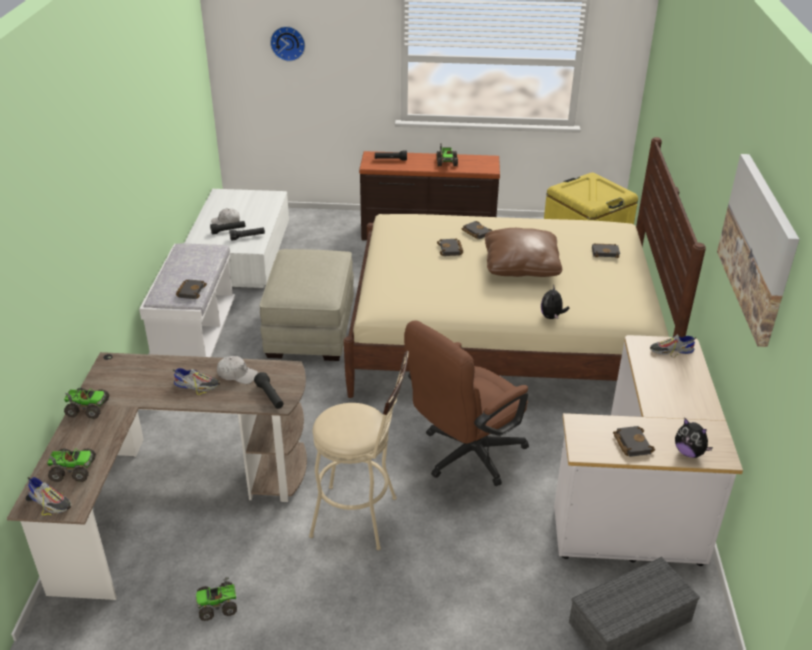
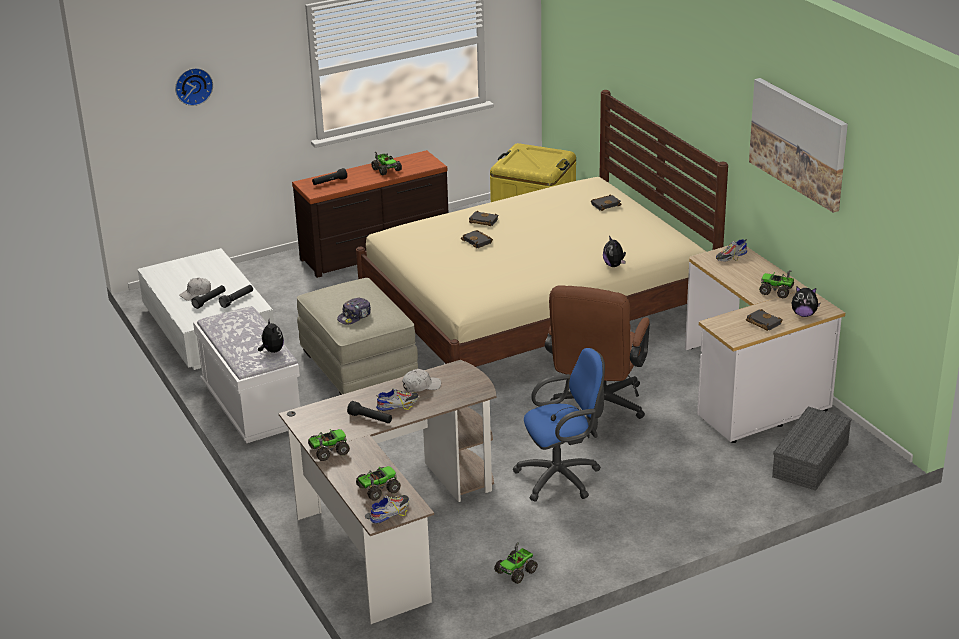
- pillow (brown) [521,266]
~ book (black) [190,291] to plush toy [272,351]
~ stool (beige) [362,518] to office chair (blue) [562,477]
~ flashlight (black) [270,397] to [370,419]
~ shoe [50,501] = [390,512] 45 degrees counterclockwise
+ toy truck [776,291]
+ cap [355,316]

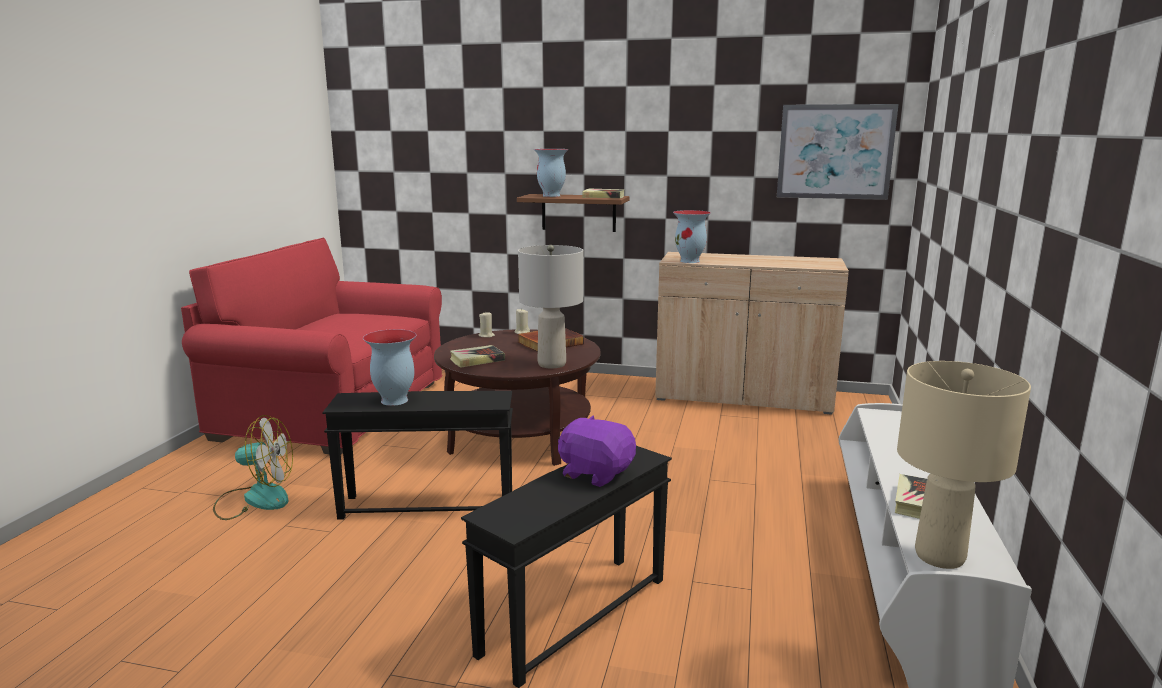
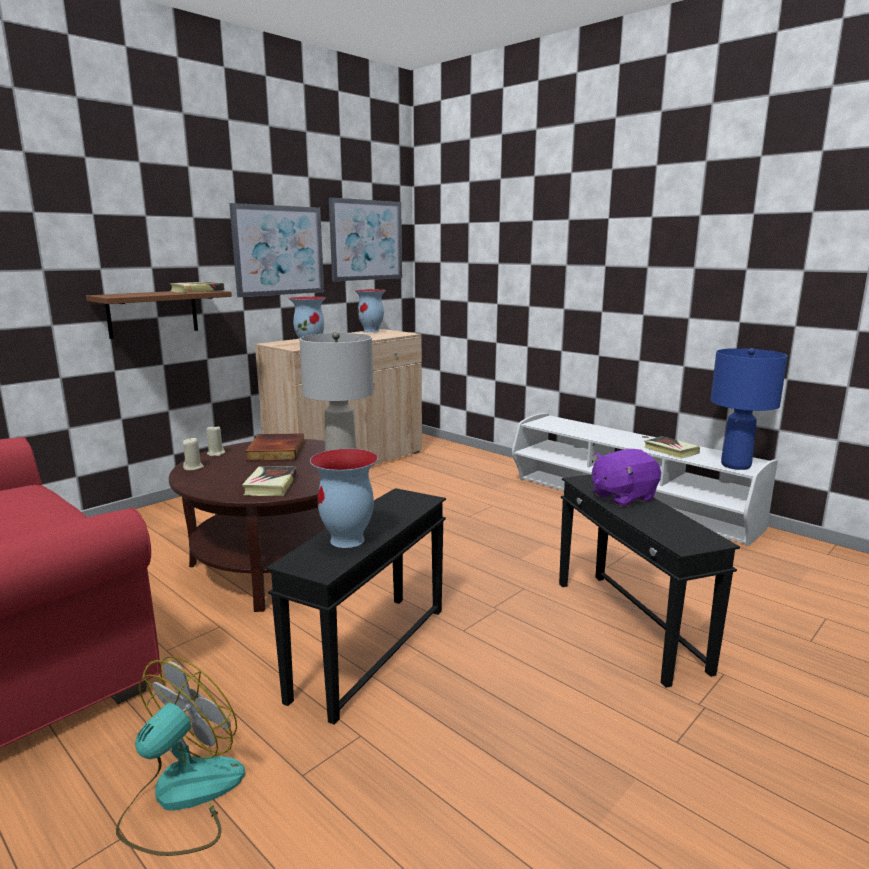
~ vase [551,196] to [372,331]
~ table lamp (beige) [938,556] to table lamp (blue) [735,465]
+ picture [279,250]

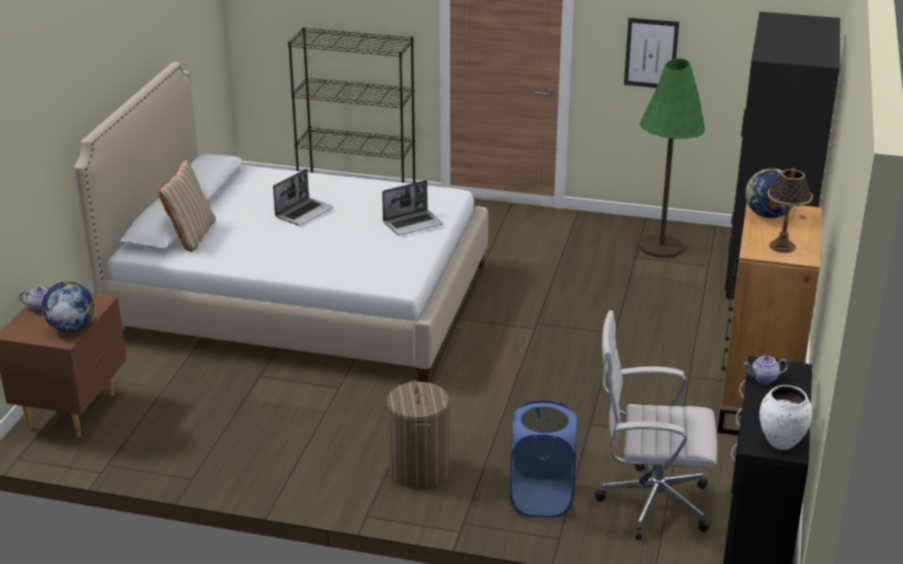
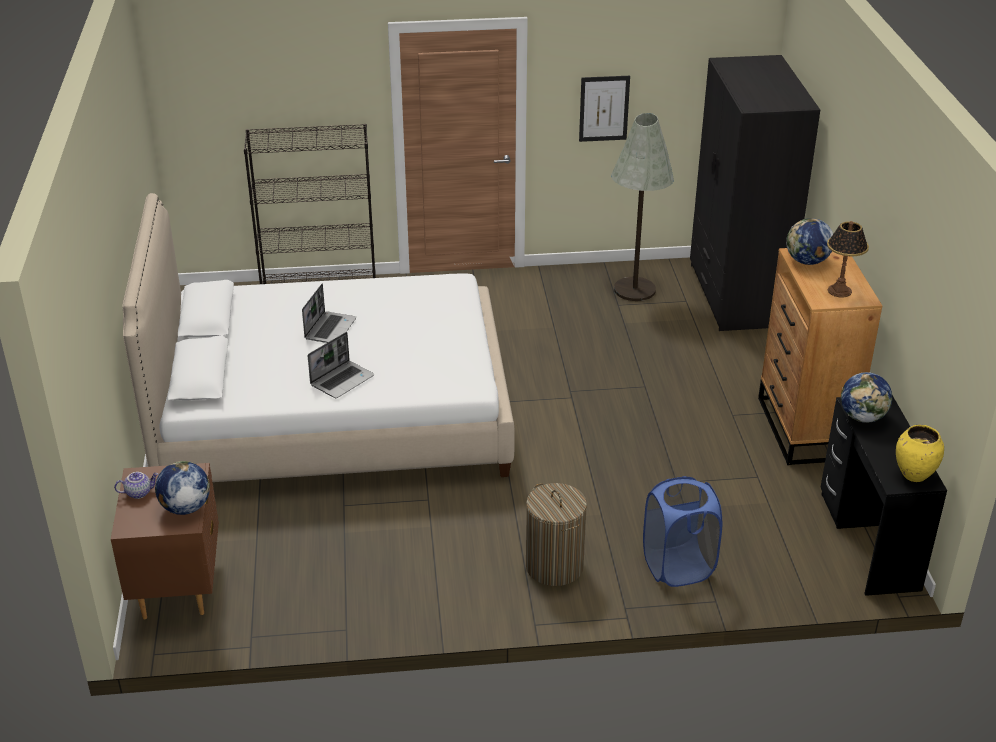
~ floor lamp (green) [661,247] to floor lamp (grey) [634,290]
- pillow (beige) [191,235]
~ laptop [413,223] to [342,380]
- office chair (white) [649,503]
~ teapot [764,379] to globe [863,417]
~ vase (white) [780,442] to vase (yellow) [913,475]

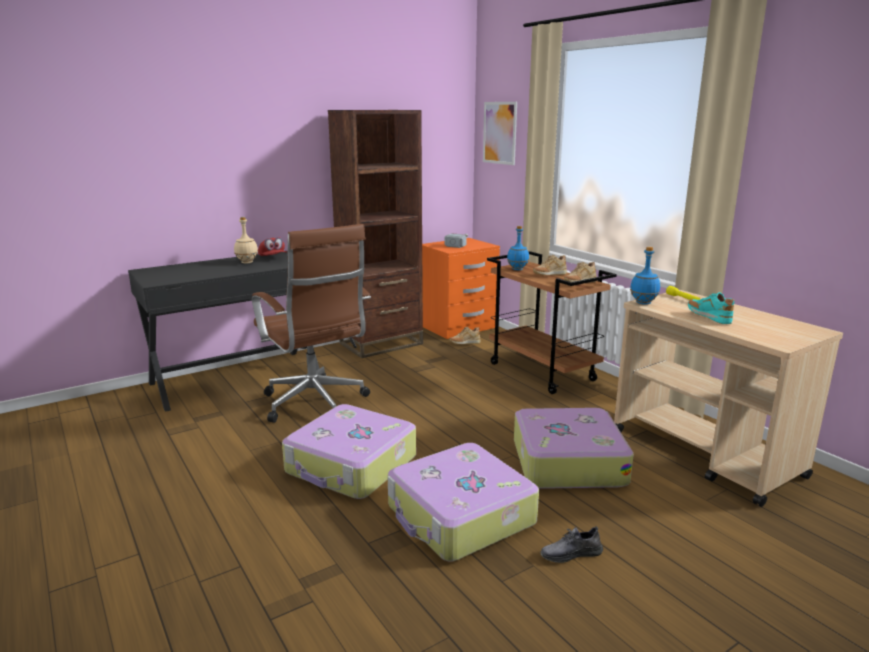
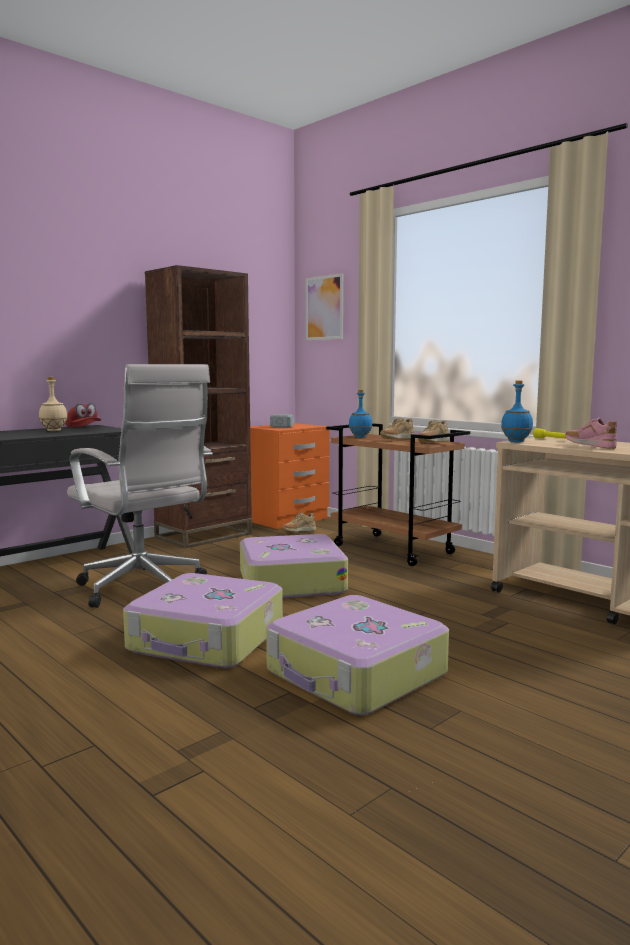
~ office chair (brown) [316,404] to office chair (white) [144,589]
~ shoe (turquoise) [708,317] to shoe (pink) [590,446]
~ suitcase [566,461] to [290,582]
- shoe (grey) [571,553]

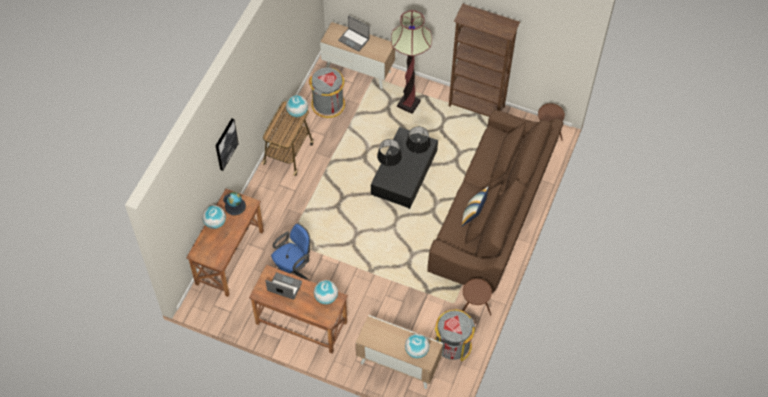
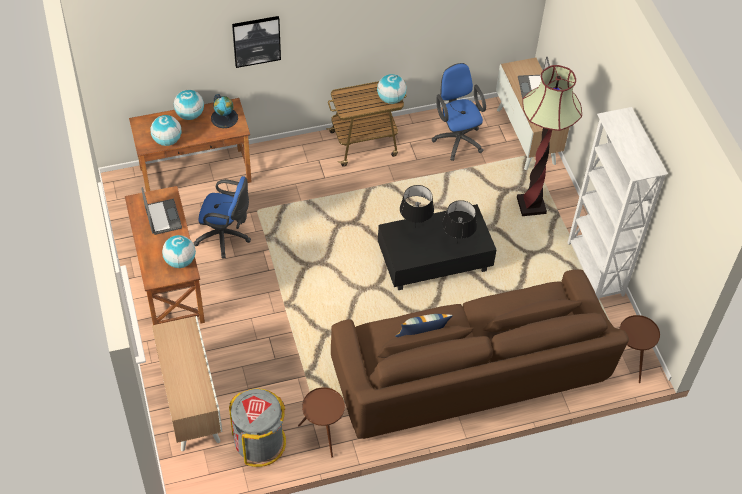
~ bookcase (brown) [476,107] to bookcase (white) [594,270]
~ trash can (grey) [328,104] to office chair (blue) [457,138]
~ globe [416,351] to [167,140]

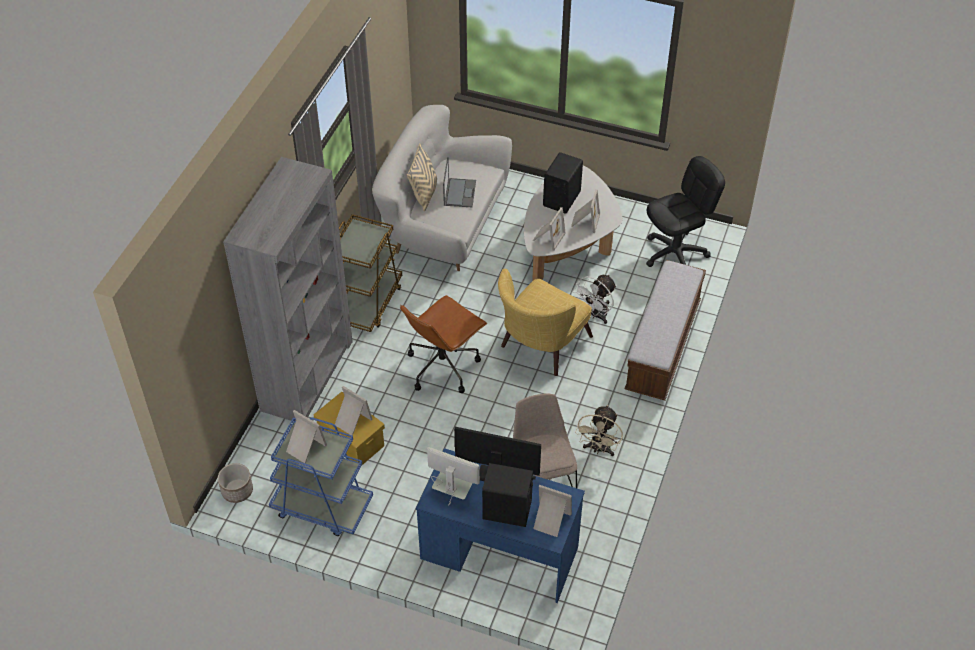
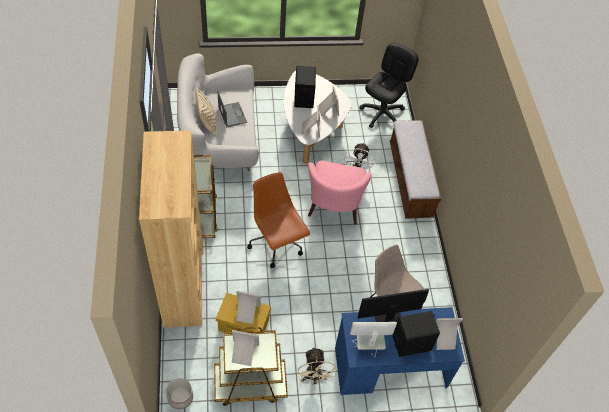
~ bookcase (grey) [307,375] to bookcase (brown) [184,286]
~ armchair (yellow) [540,347] to armchair (pink) [334,208]
~ office chair (brown) [443,366] = [277,244] 135 degrees clockwise
~ fan (beige) [599,449] to [313,377]
~ cart (blue) [322,506] to cart (brown) [250,384]

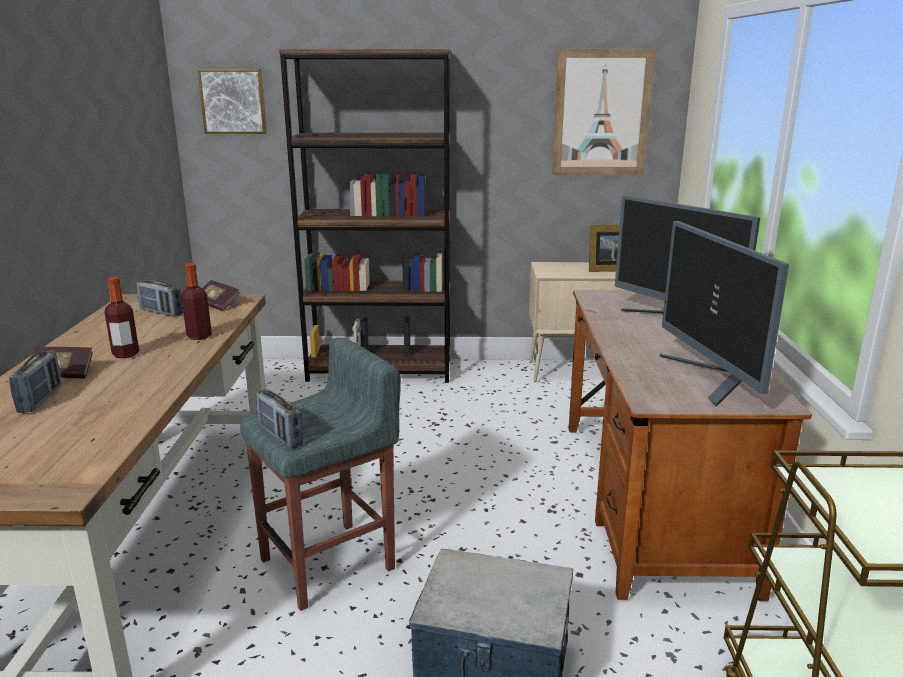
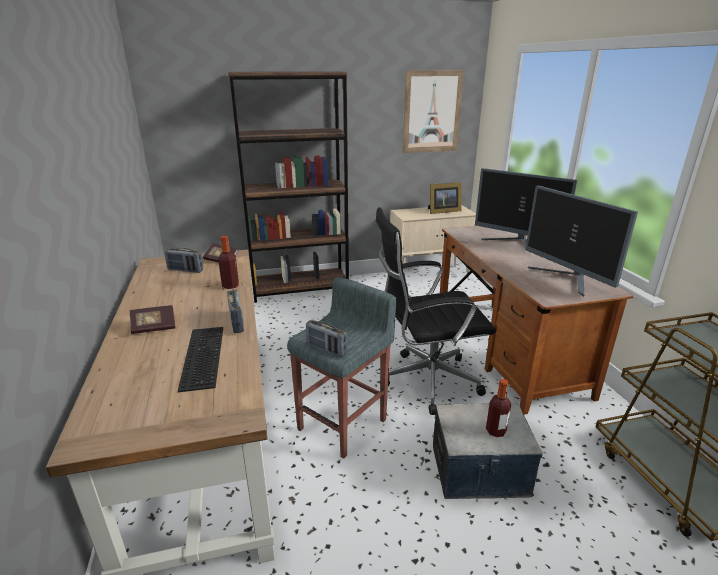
- picture [233,101]
~ bottle [125,354] to [495,431]
~ radio [40,399] to [237,322]
+ office chair (black) [425,381]
+ keyboard [200,356]

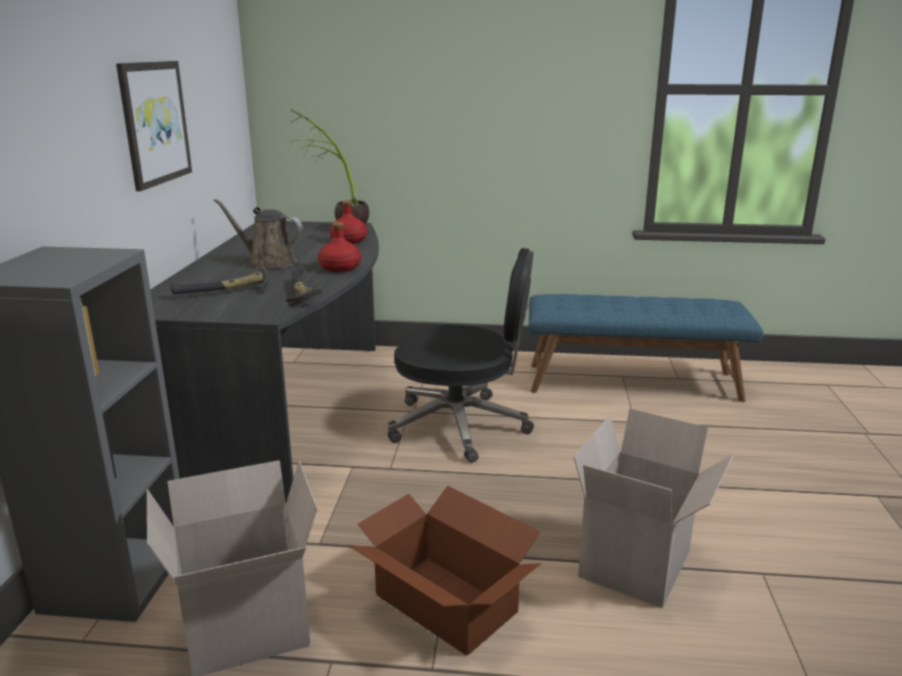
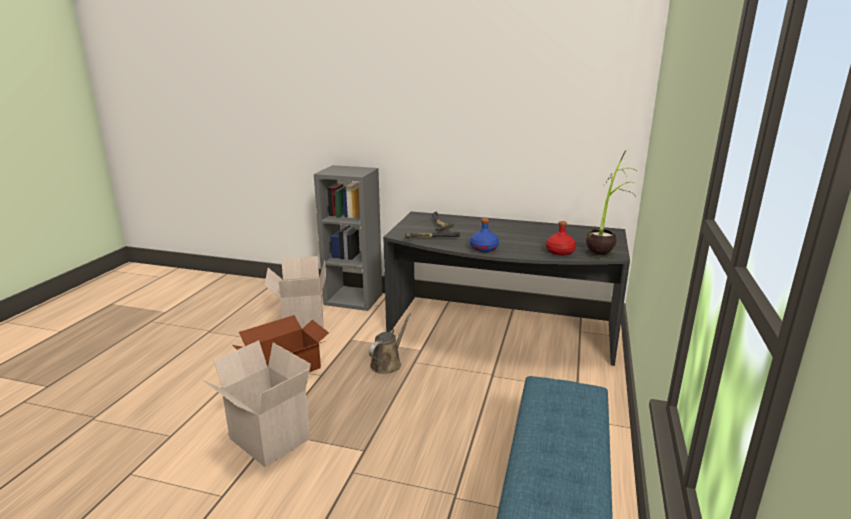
- picture [154,123]
~ watering can (brown) [269,262] to [388,363]
~ bottle (red) [339,268] to bottle (blue) [484,248]
- office chair (black) [461,426]

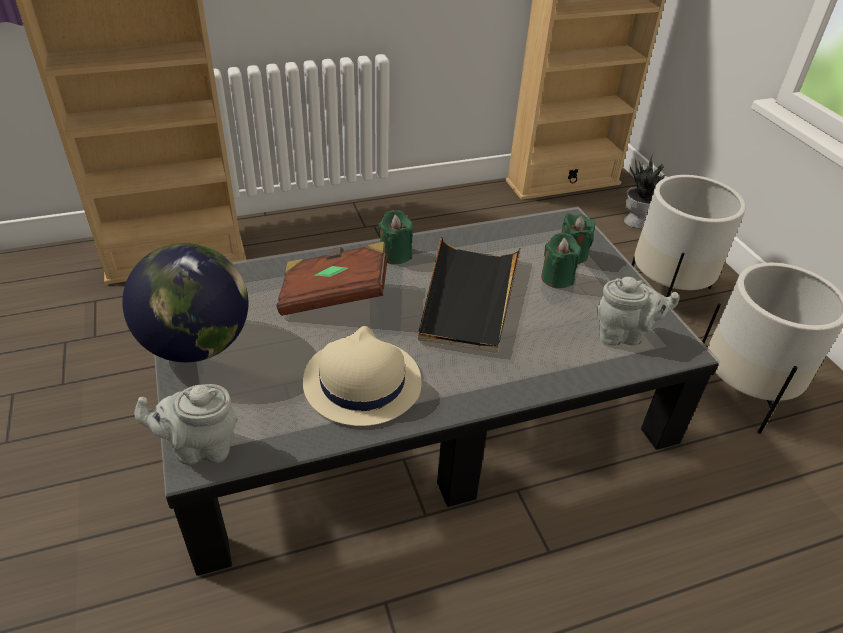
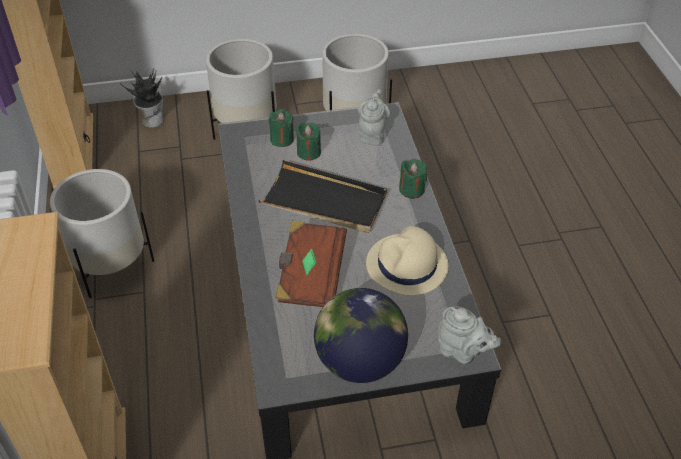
~ candle (green) [395,255] to [411,190]
~ teapot (grey) [200,447] = [463,352] 60 degrees counterclockwise
+ planter (white) [111,267]

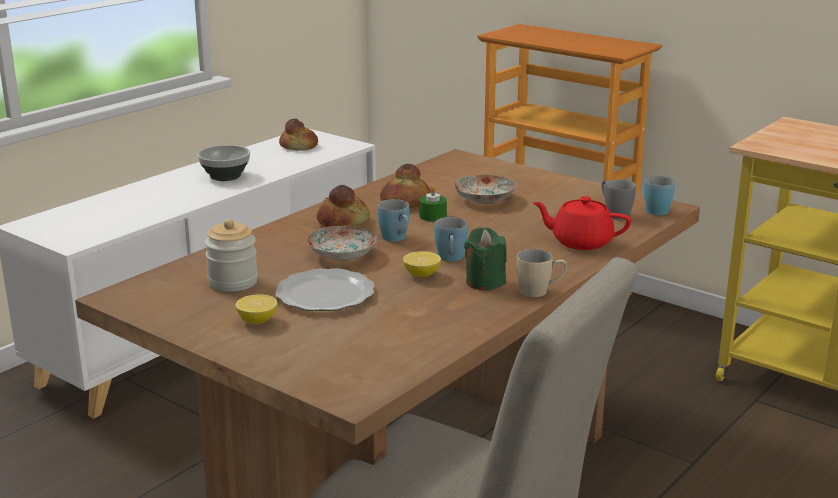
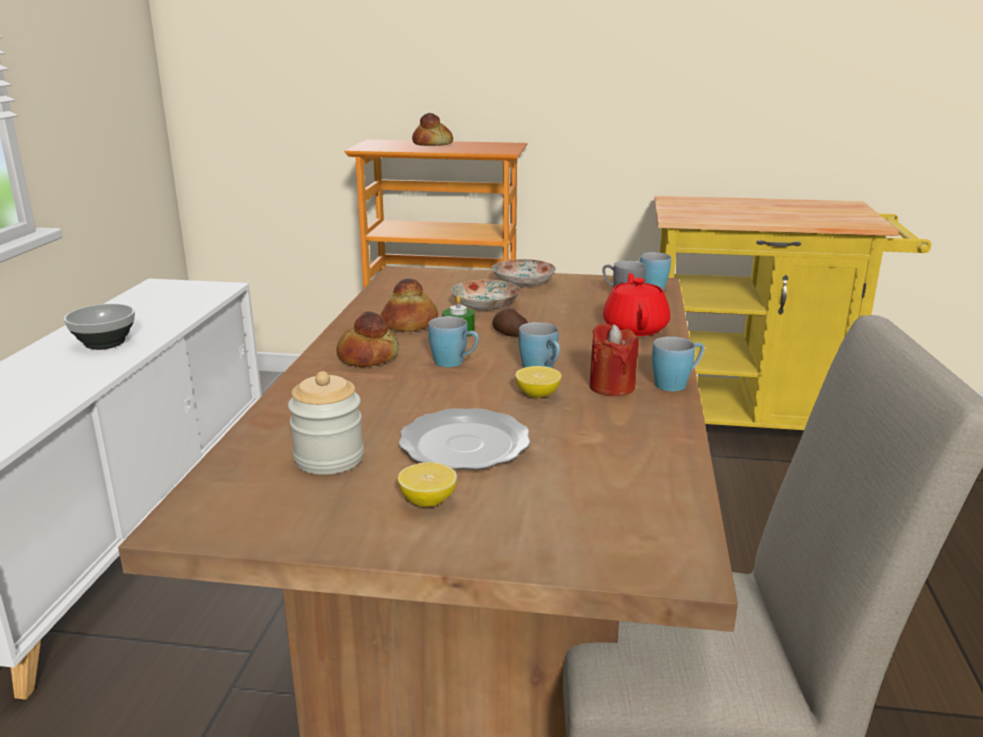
~ bread [299,146] to [432,144]
~ teapot (red) [580,242] = [635,328] 105 degrees clockwise
~ plate [343,255] to [524,283]
~ candle (green) [485,282] to candle (red) [612,387]
~ mug (beige) [540,291] to mug (blue) [677,383]
+ potato [509,334]

